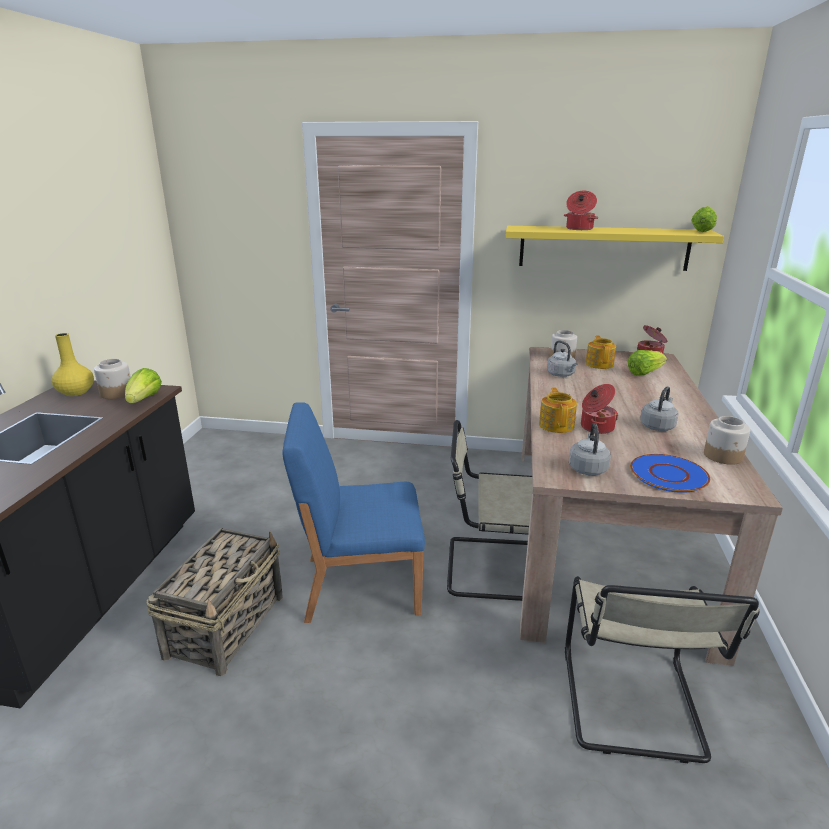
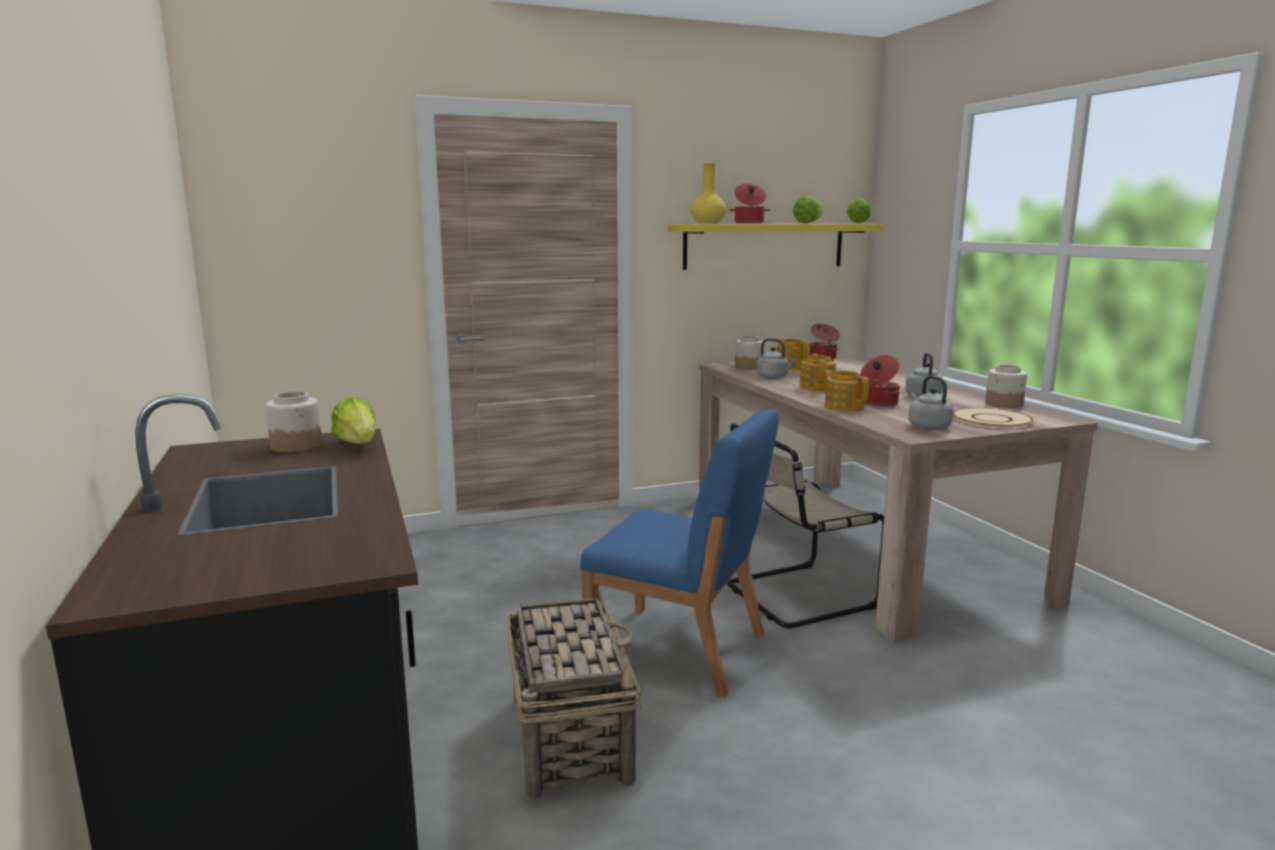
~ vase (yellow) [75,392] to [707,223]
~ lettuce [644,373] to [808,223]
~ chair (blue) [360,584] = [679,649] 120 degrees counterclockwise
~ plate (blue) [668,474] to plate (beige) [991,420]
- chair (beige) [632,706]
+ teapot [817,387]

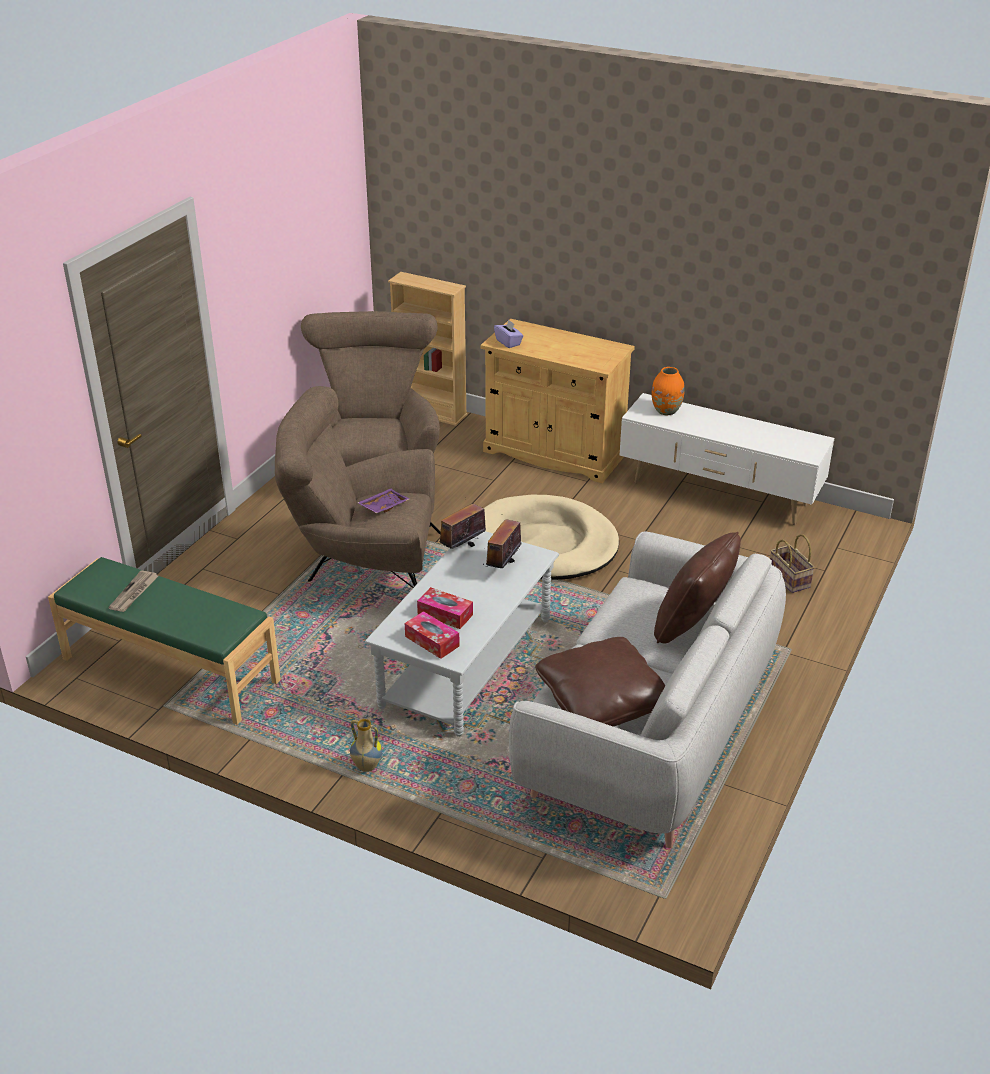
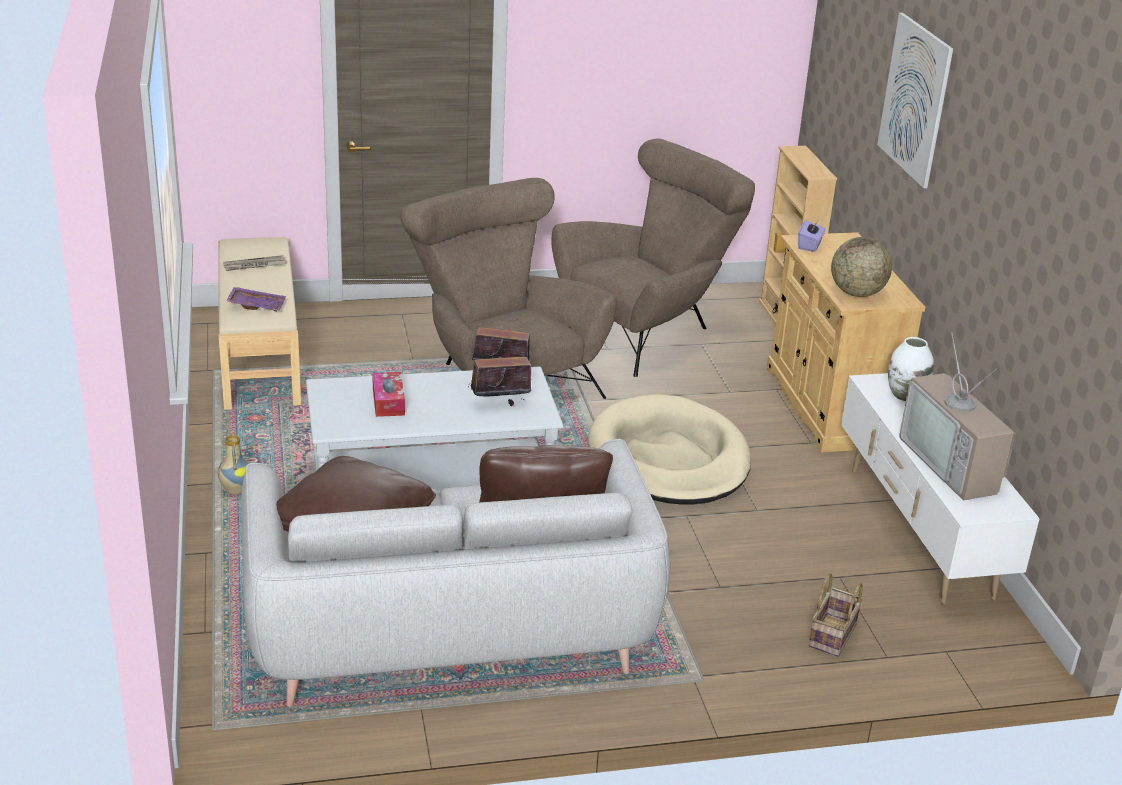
~ vase (orange) [666,411] to vase (white) [905,395]
~ tray (purple) [383,506] to [257,305]
~ bench (green) [170,670] to bench (beige) [258,355]
- tissue box [432,641]
+ picture [915,99]
+ globe [857,293]
+ television [955,465]

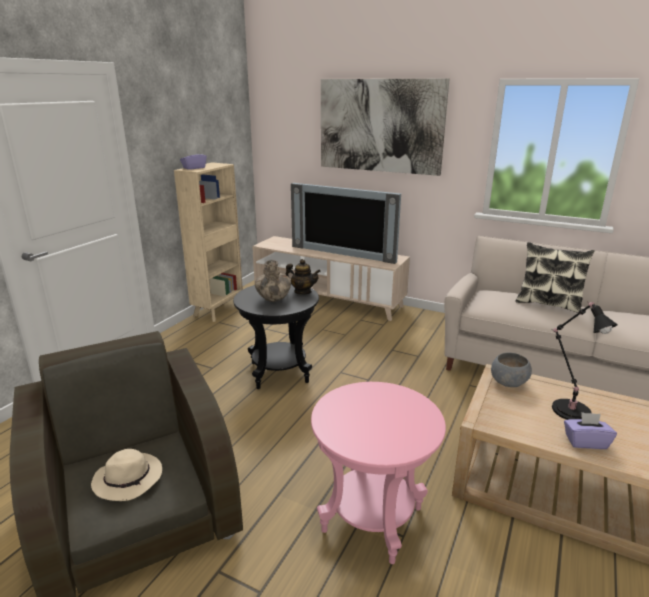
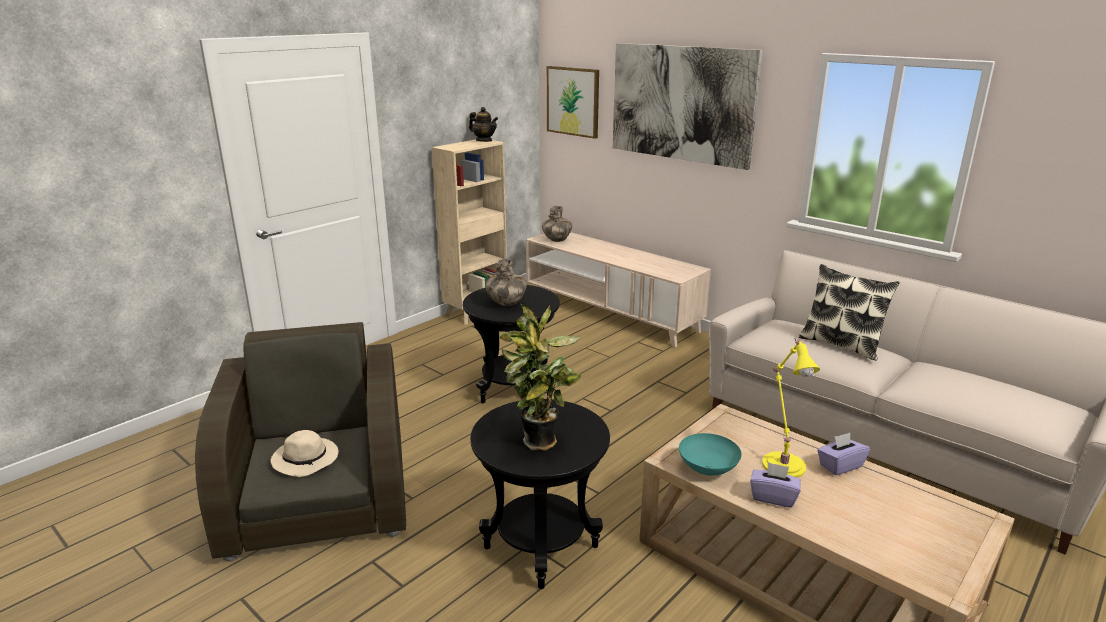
~ tissue box (purple) [194,168] to [840,465]
- television [344,253]
~ teapot [302,292] to [484,141]
~ table lamp (black) [568,408] to table lamp (yellow) [782,463]
- bowl (grey) [507,382]
~ side table (pink) [372,520] to side table (black) [541,547]
+ picture [573,101]
+ vase [557,240]
+ potted plant [540,444]
+ bowl (turquoise) [707,470]

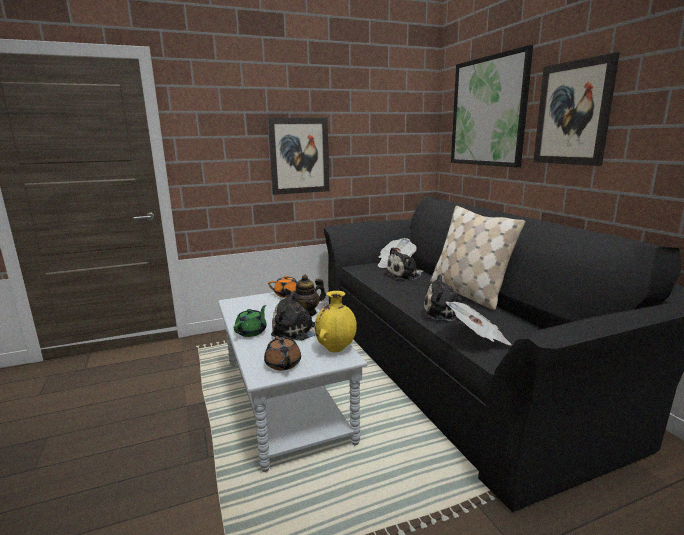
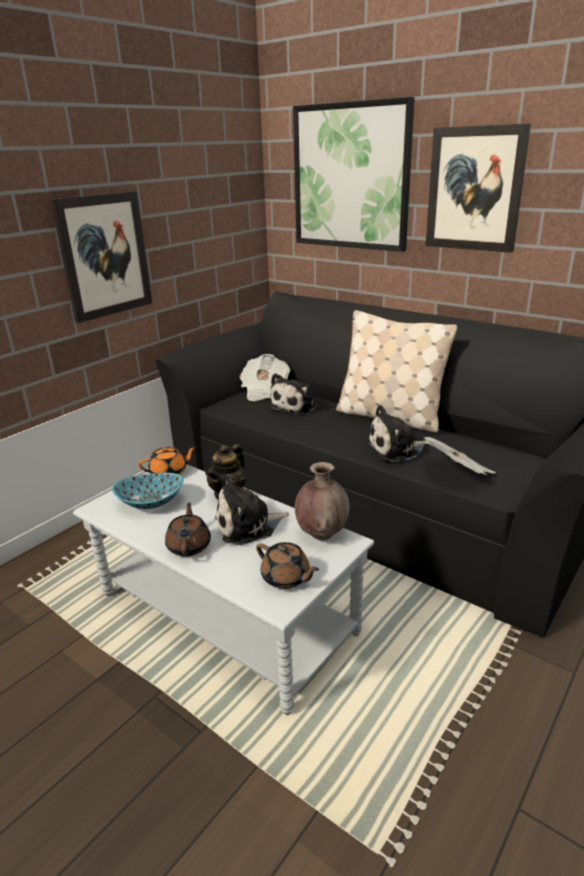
~ vase (yellow) [336,348] to vase (brown) [321,534]
~ teapot (green) [251,332] to teapot (brown) [189,546]
+ bowl [151,502]

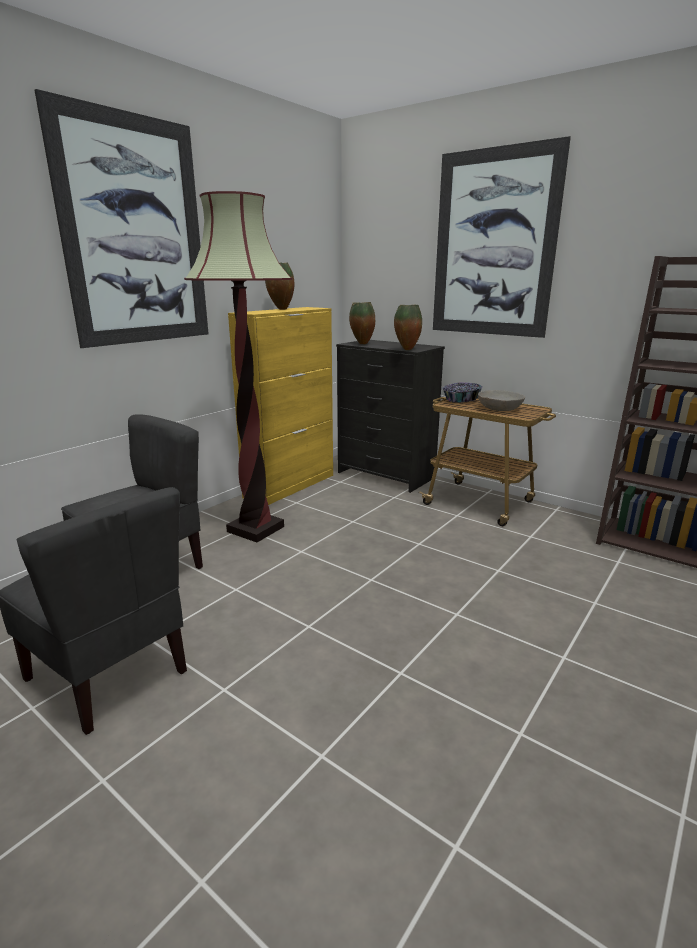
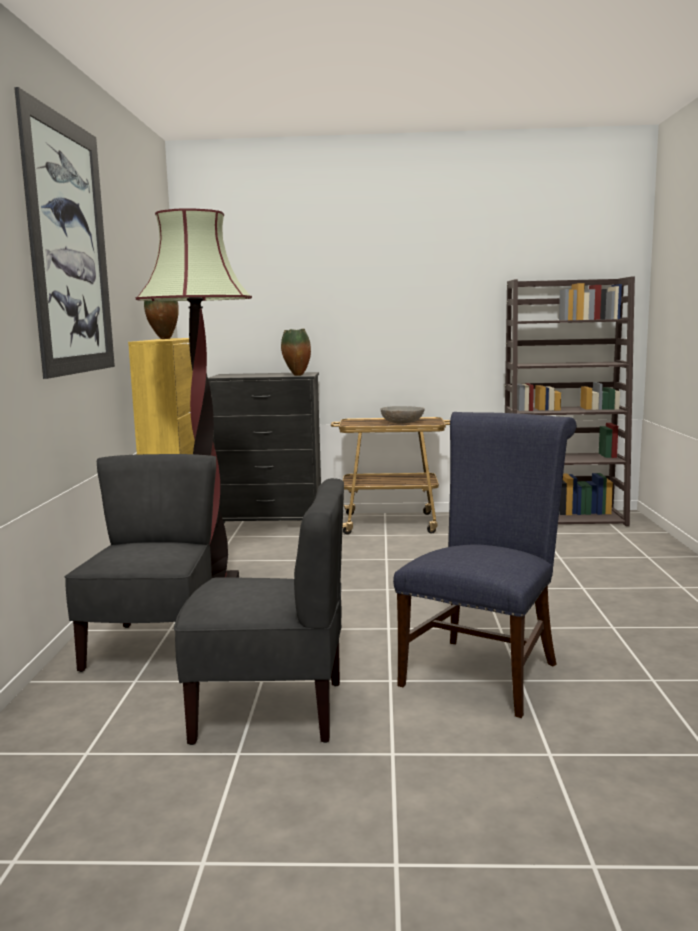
- picture [493,245]
- vase [361,344]
- bowl [461,399]
+ chair (blue) [484,670]

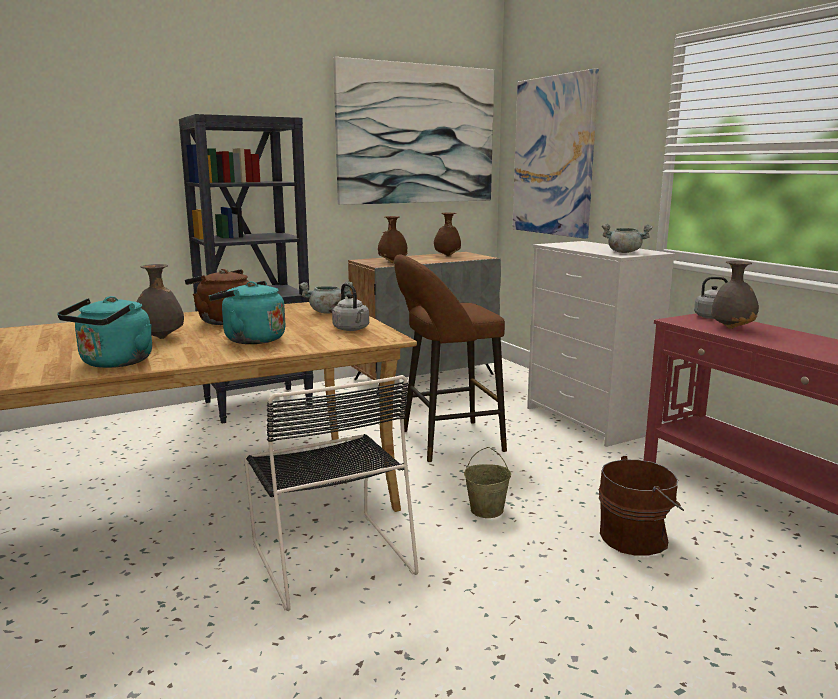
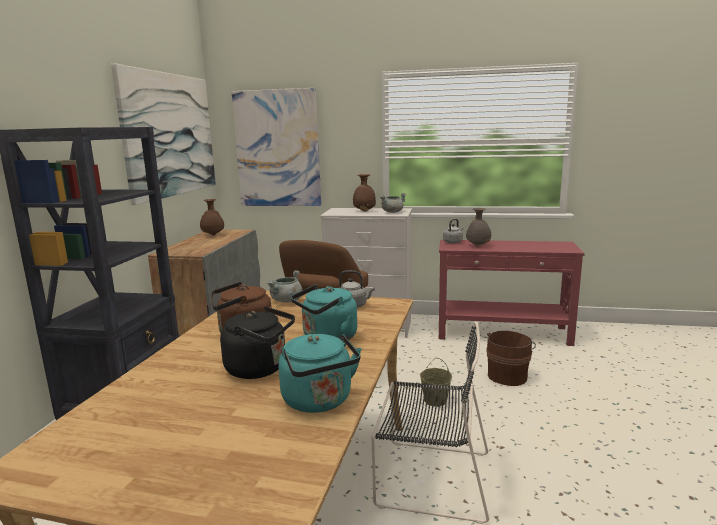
~ vase (brown) [392,262] to [364,211]
~ vase (grey) [160,339] to kettle (black) [260,369]

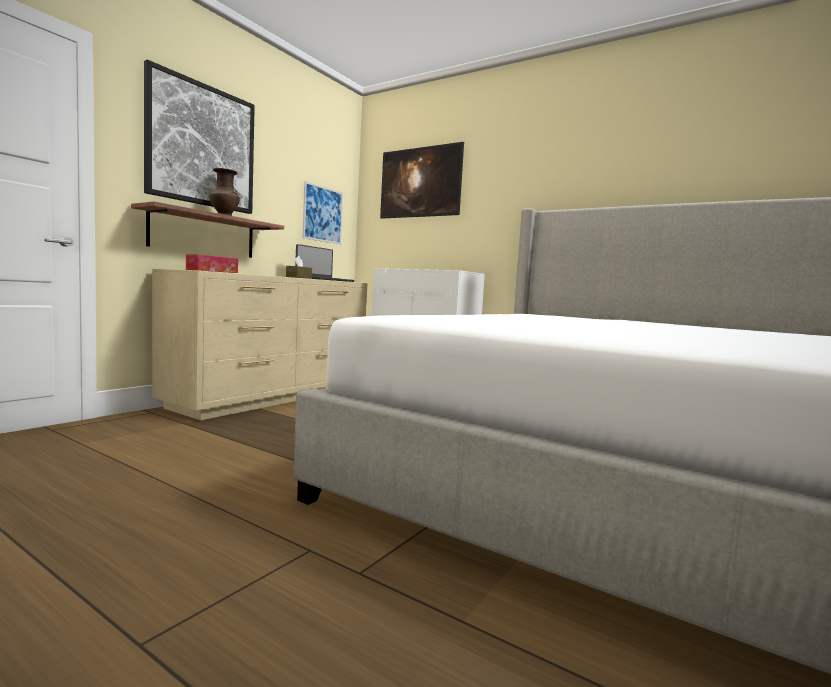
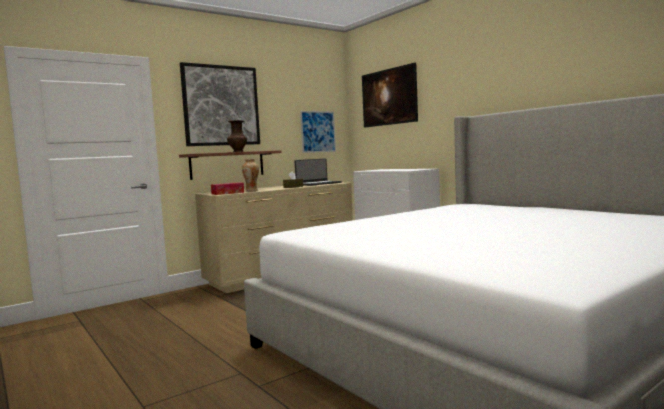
+ vase [251,191]

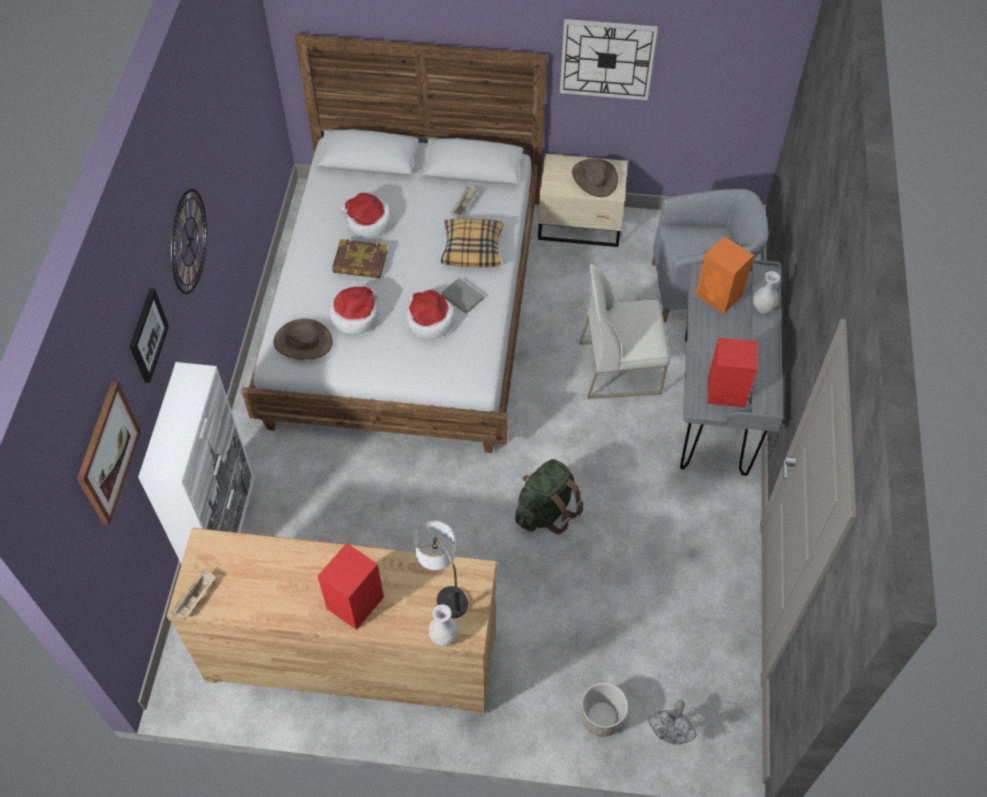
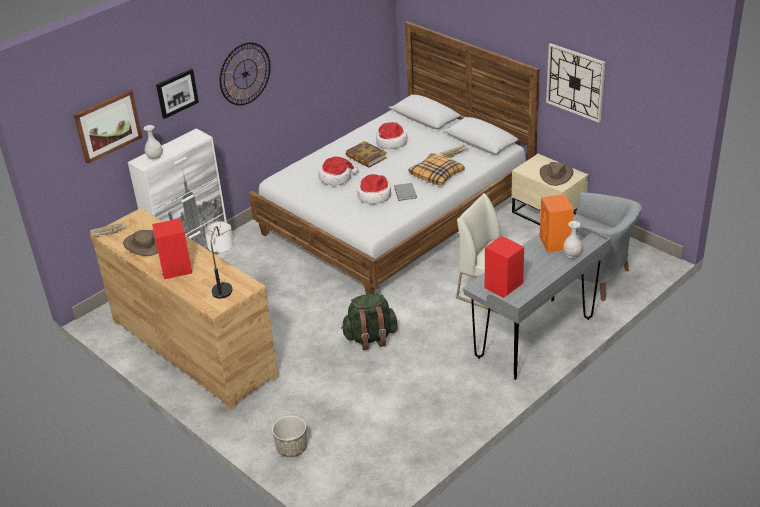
~ hat (brown) [303,342] to [144,244]
~ vase (white) [444,636] to [155,157]
- fan (grey) [669,734]

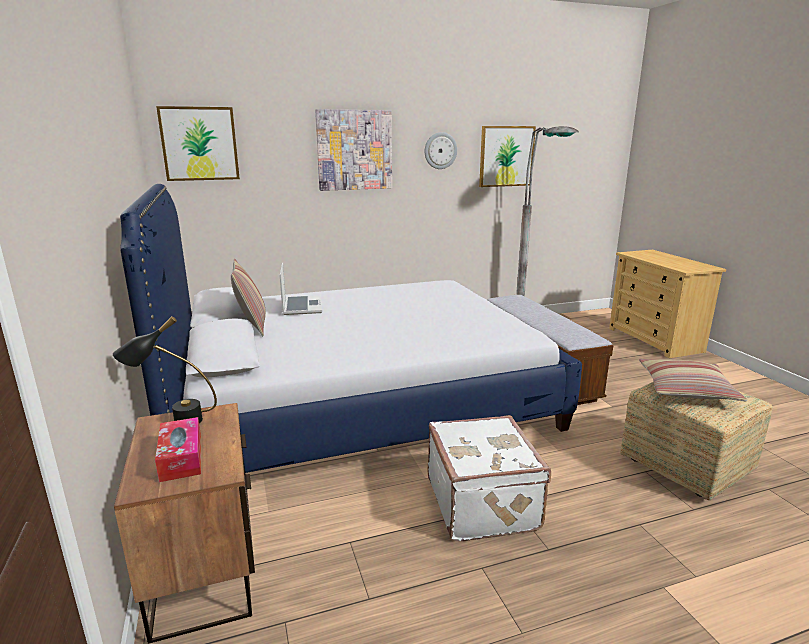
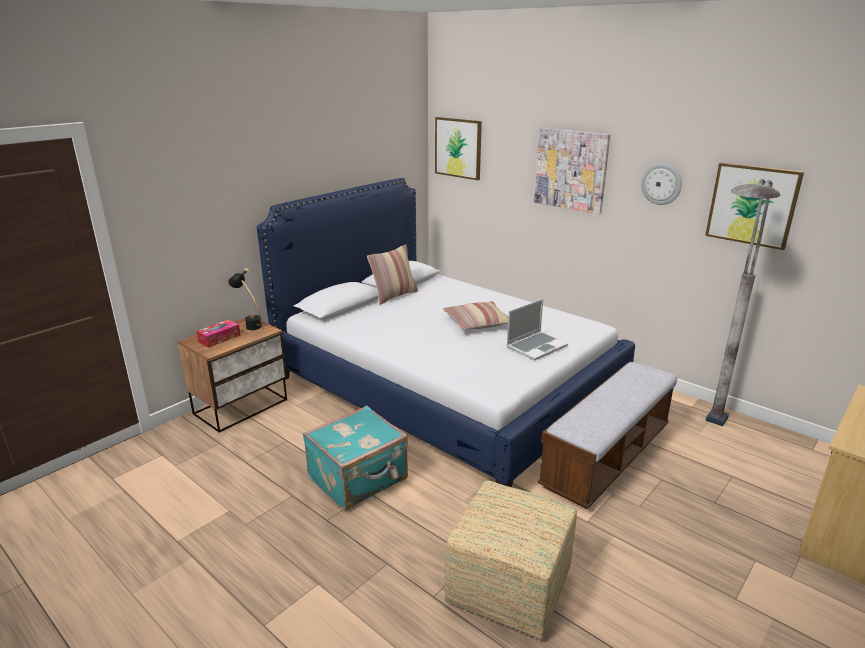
~ laptop [301,306] to [536,346]
~ pillow [686,389] to [477,323]
~ suitcase (white) [483,503] to suitcase (turquoise) [359,479]

